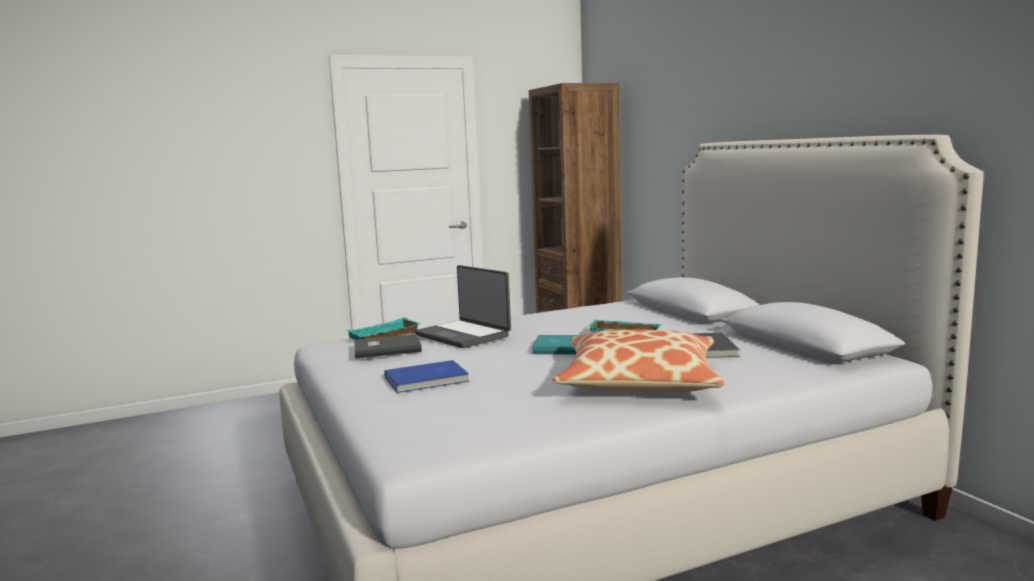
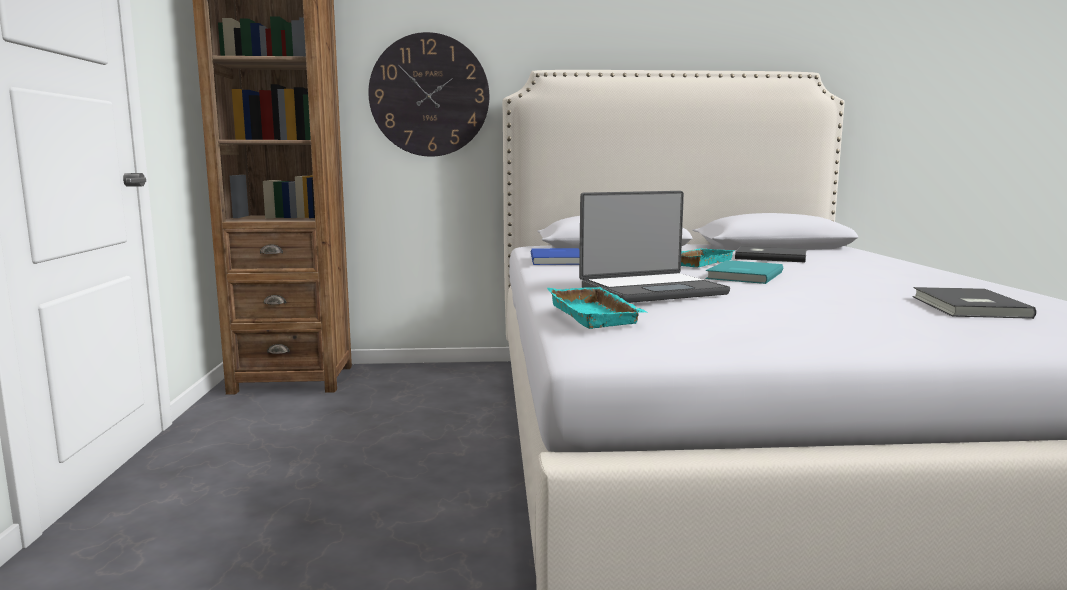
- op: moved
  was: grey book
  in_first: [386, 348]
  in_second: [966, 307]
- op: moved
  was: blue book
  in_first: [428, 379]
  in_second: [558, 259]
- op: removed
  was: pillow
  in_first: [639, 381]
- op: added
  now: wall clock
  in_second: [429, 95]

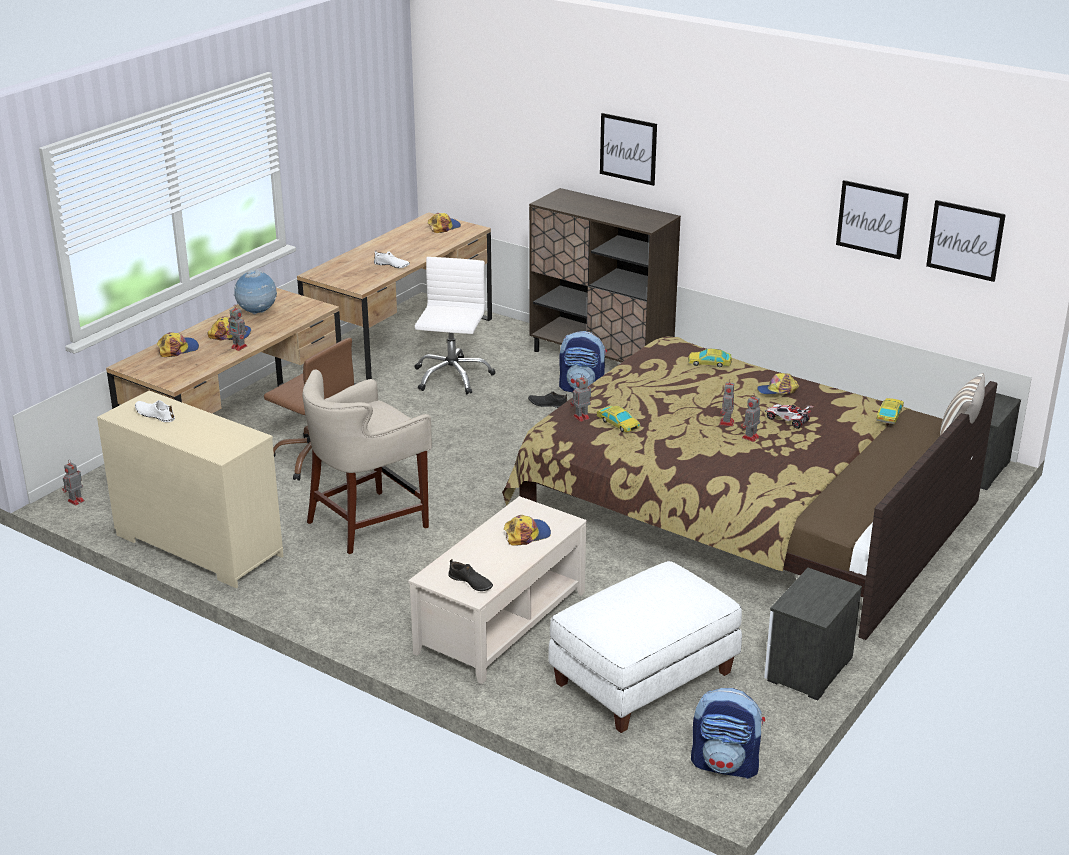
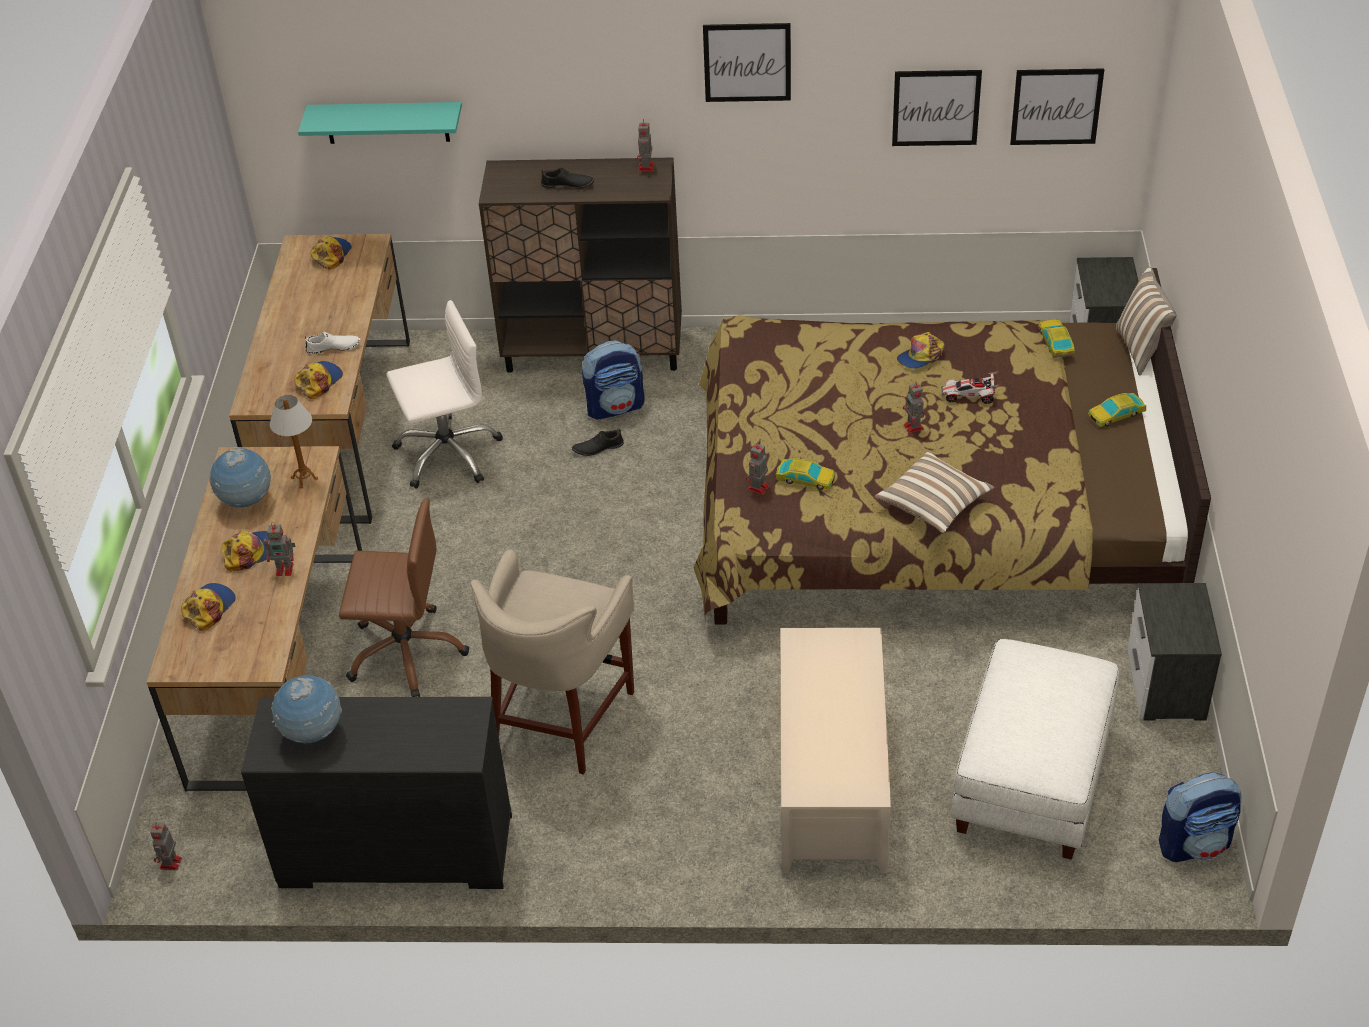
- op: recoloured
  was: beige dresser
  now: black dresser
  in_first: [197, 546]
  in_second: [396, 853]
- op: replaced
  was: white shoe
  now: globe
  in_first: [155, 415]
  in_second: [313, 733]
- op: turned
  was: white office chair
  in_first: [452, 376]
  in_second: [448, 453]
  clockwise: 90
- op: moved
  was: black shoe
  in_first: [470, 583]
  in_second: [567, 185]
- op: moved
  was: cap
  in_first: [527, 534]
  in_second: [318, 381]
- op: moved
  was: picture
  in_first: [628, 148]
  in_second: [747, 62]
- op: moved
  was: toy car
  in_first: [709, 363]
  in_second: [1116, 414]
- op: moved
  was: toy robot
  in_first: [750, 438]
  in_second: [646, 168]
- op: added
  now: table lamp
  in_second: [304, 479]
- op: added
  now: turquoise shelf
  in_second: [387, 122]
- op: added
  now: pillow
  in_second: [933, 504]

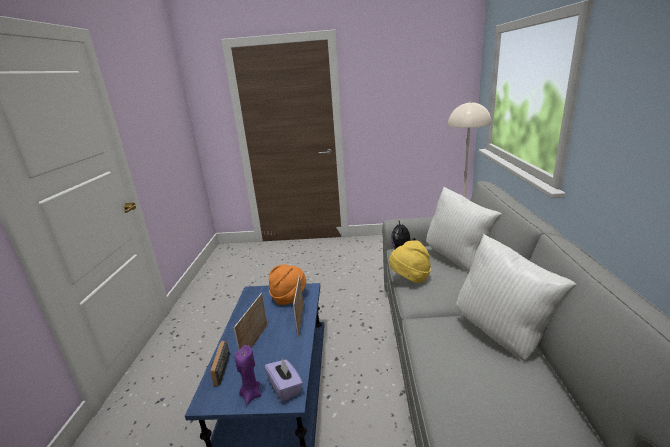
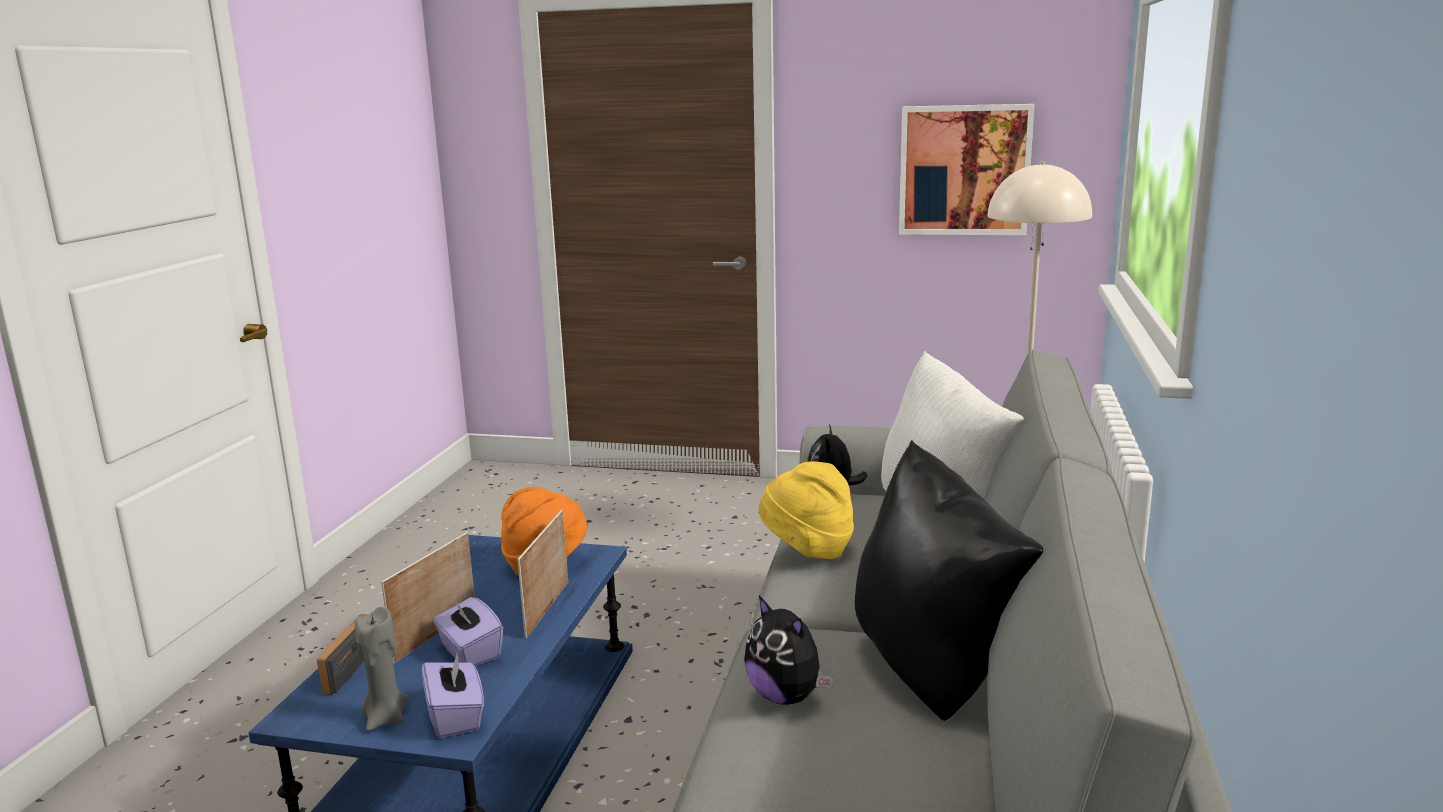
- op: recoloured
  was: purple candle
  now: grey candle
  in_first: [251, 394]
  in_second: [385, 718]
- op: recoloured
  was: white pillow
  now: black pillow
  in_first: [503, 334]
  in_second: [936, 673]
- op: added
  now: purple tissue box
  in_second: [470, 652]
- op: added
  now: plush toy
  in_second: [786, 696]
- op: added
  now: picture
  in_second: [964, 170]

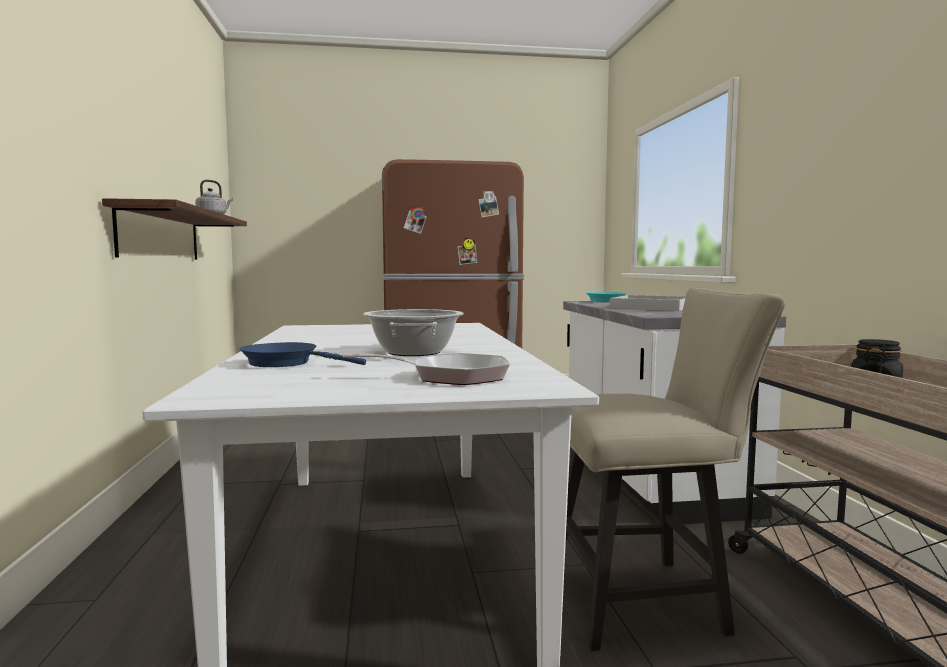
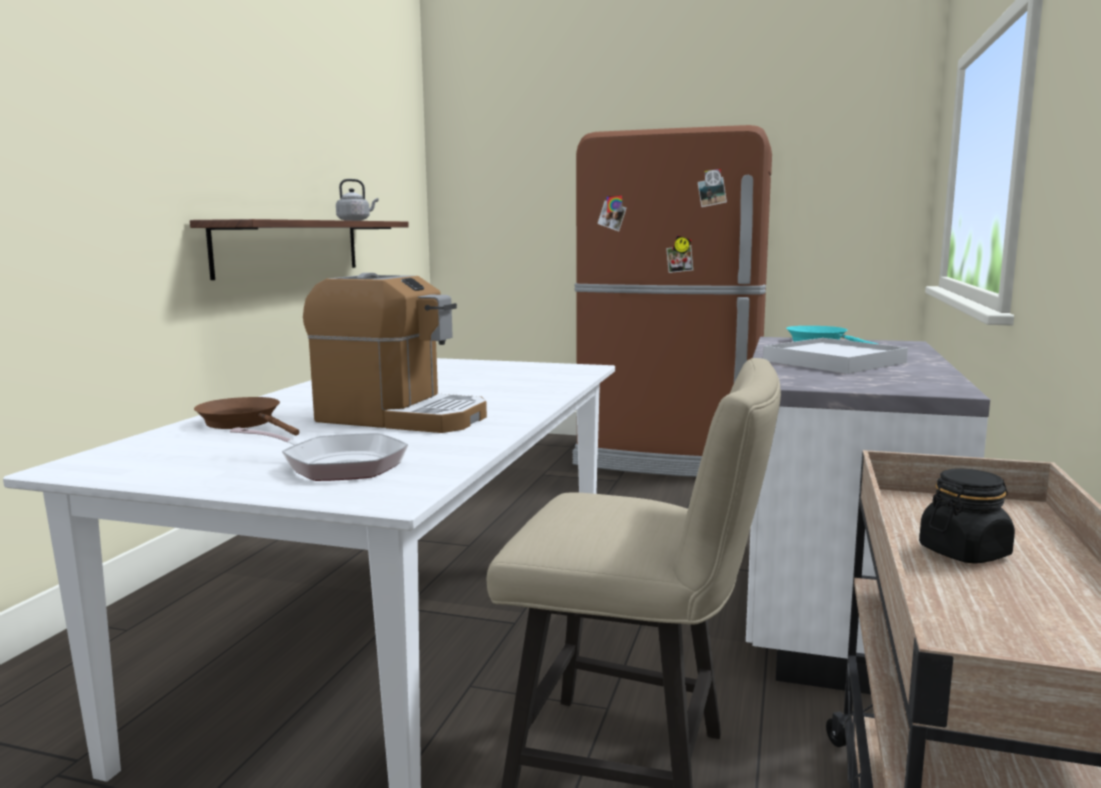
- op: recoloured
  was: blue frying pan
  now: brown frying pan
  in_first: [286, 363]
  in_second: [244, 423]
- op: replaced
  was: cooking pot
  now: coffee machine
  in_first: [413, 352]
  in_second: [401, 417]

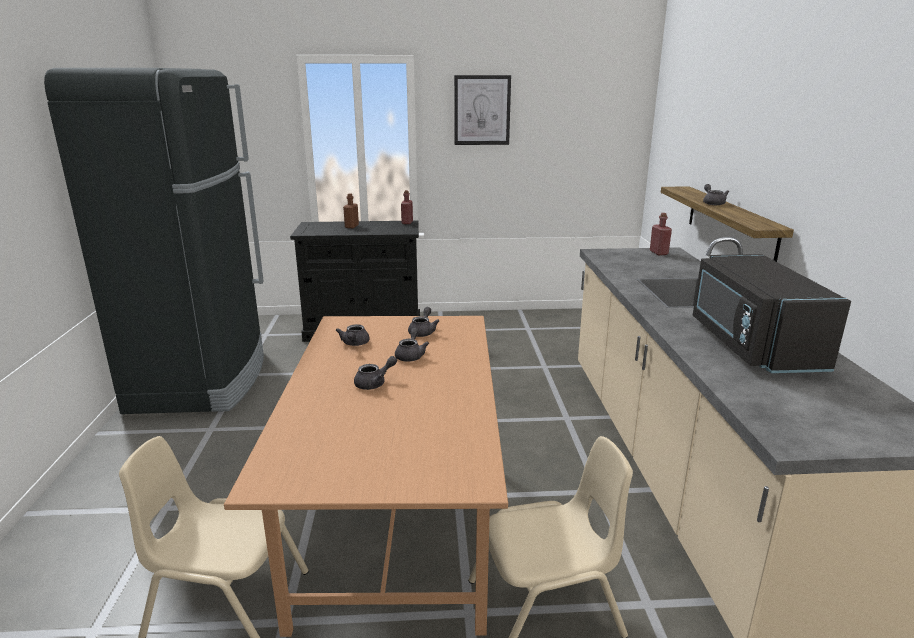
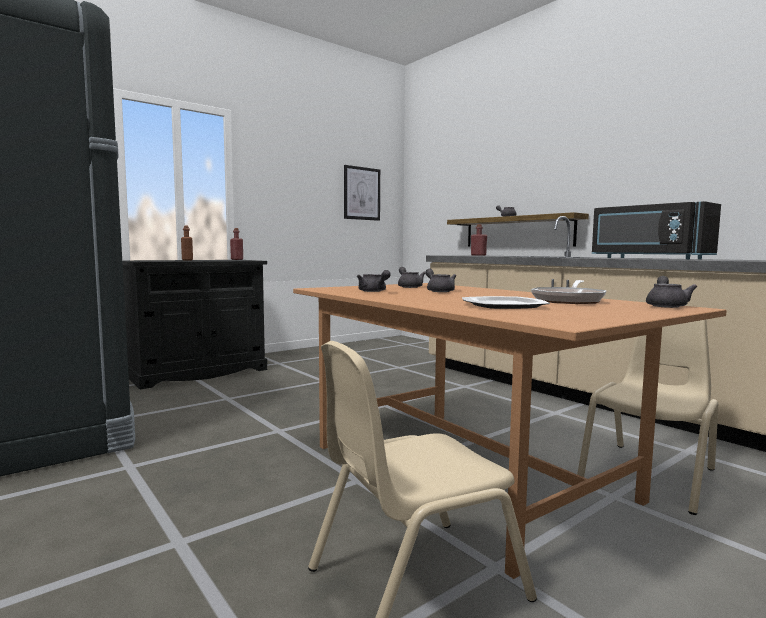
- op: moved
  was: grey teapot
  in_first: [374, 383]
  in_second: [666, 305]
- op: moved
  was: picture
  in_first: [482, 110]
  in_second: [361, 193]
- op: added
  now: plate
  in_second: [504, 305]
- op: added
  now: frying pan
  in_second: [569, 300]

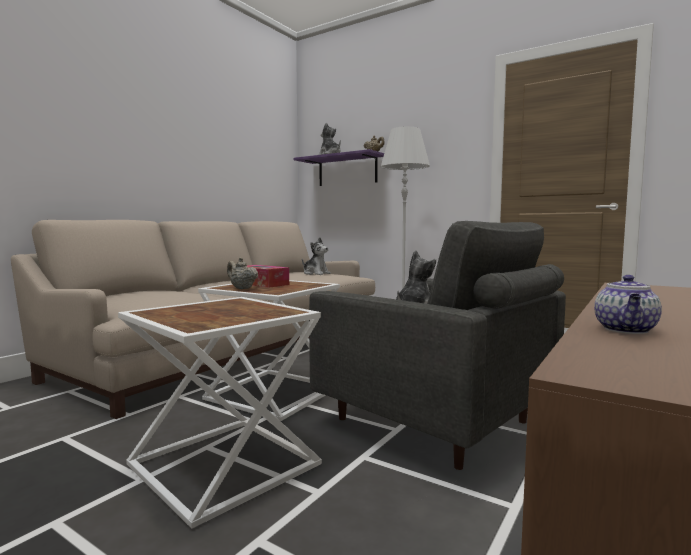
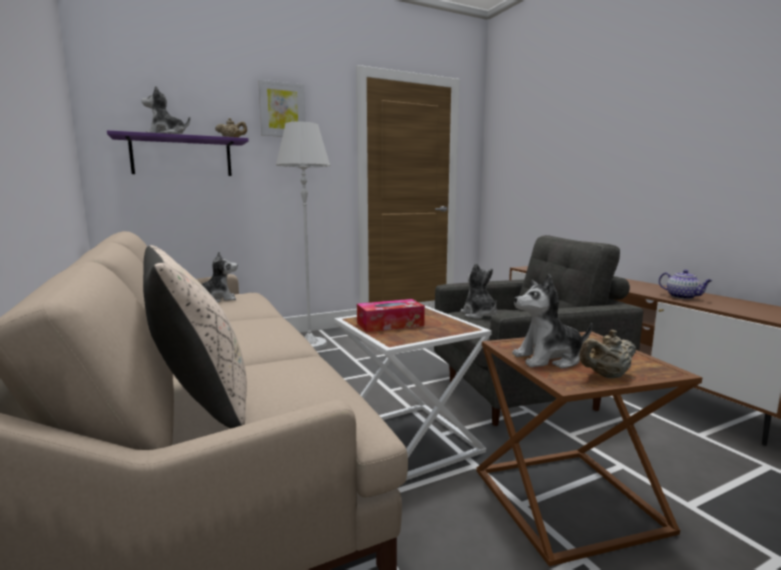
- op: recoloured
  was: white side table
  now: brown side table
  in_first: [220, 465]
  in_second: [566, 503]
- op: moved
  was: beige teapot
  in_first: [241, 288]
  in_second: [606, 376]
- op: added
  now: beige pillow
  in_second: [202, 402]
- op: added
  now: picture
  in_second: [282, 110]
- op: added
  now: plush toy
  in_second: [549, 359]

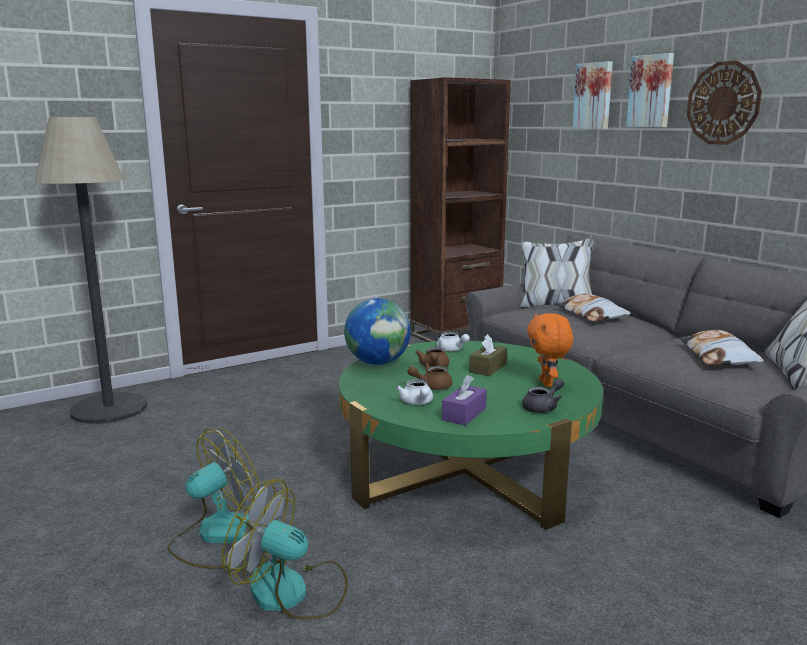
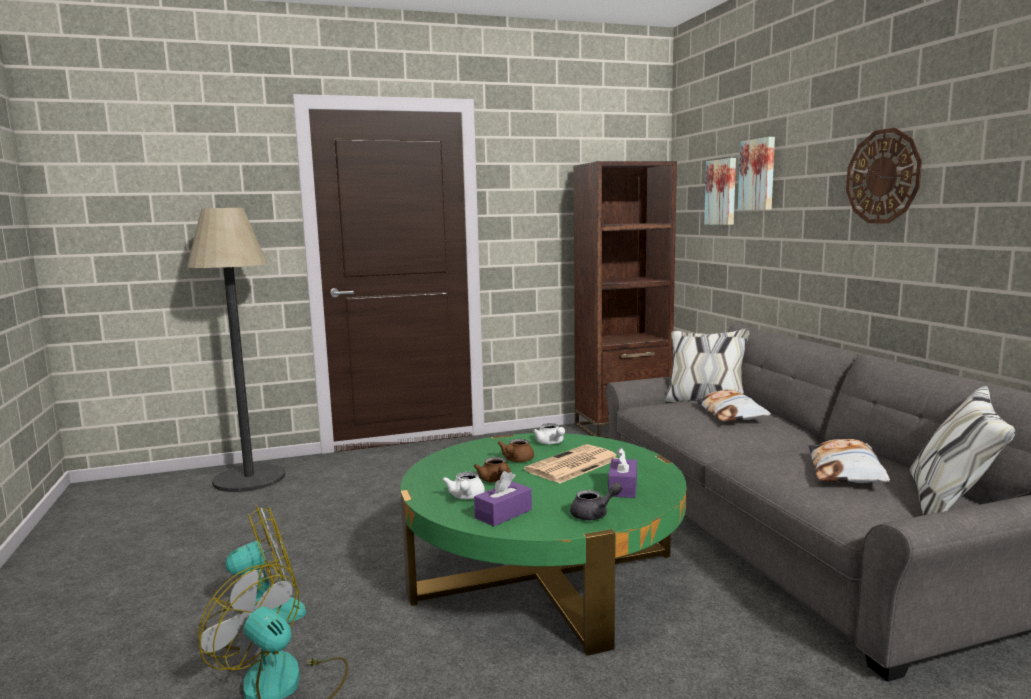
- op: removed
  was: globe
  in_first: [378, 363]
- op: turned
  was: brown teapot
  in_first: [431, 386]
  in_second: [496, 481]
  clockwise: -105
- op: replaced
  was: brown tissue box
  now: newspaper
  in_first: [488, 368]
  in_second: [572, 465]
- op: replaced
  was: orange plush toy
  now: purple tissue box
  in_first: [547, 383]
  in_second: [623, 487]
- op: moved
  was: picture
  in_first: [651, 91]
  in_second: [722, 192]

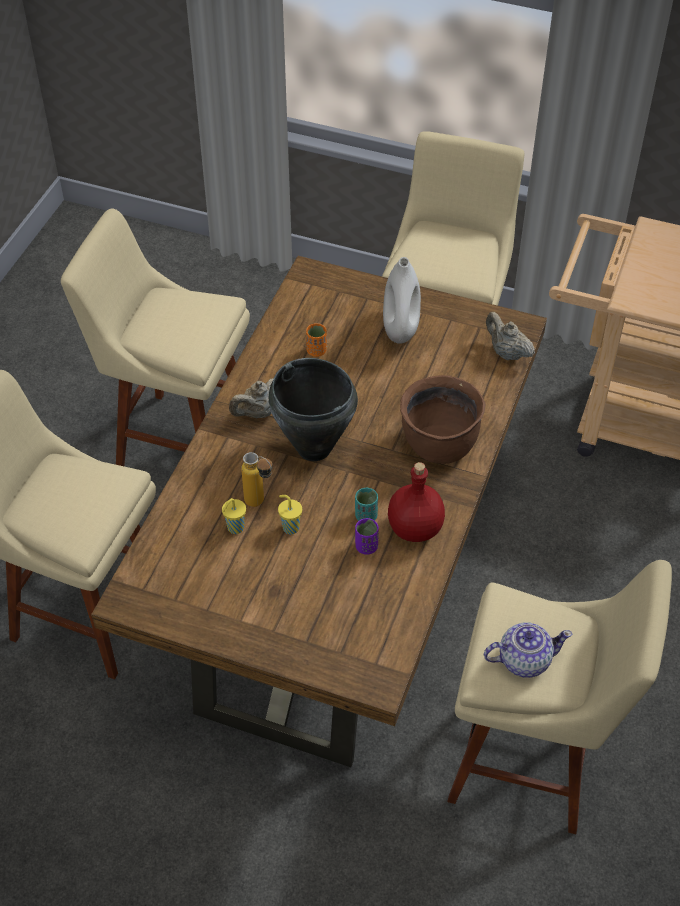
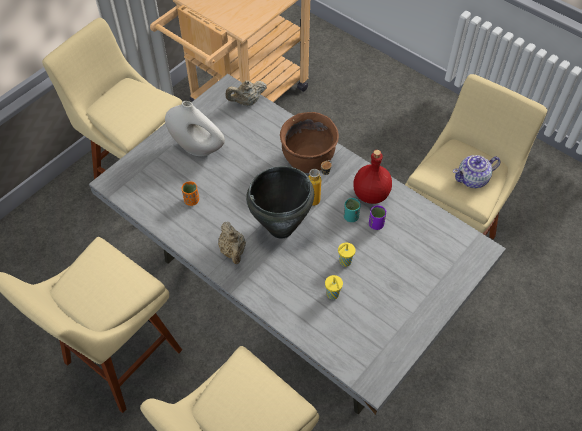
- op: recoloured
  was: brown dining table
  now: grey dining table
  in_first: [339, 583]
  in_second: [289, 296]
- op: moved
  was: bottle
  in_first: [260, 504]
  in_second: [318, 198]
- op: turned
  was: teapot
  in_first: [523, 660]
  in_second: [473, 179]
  clockwise: -120

